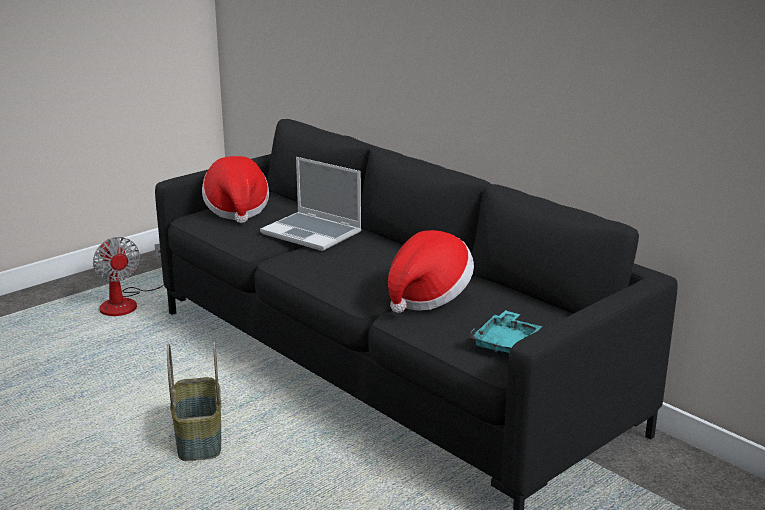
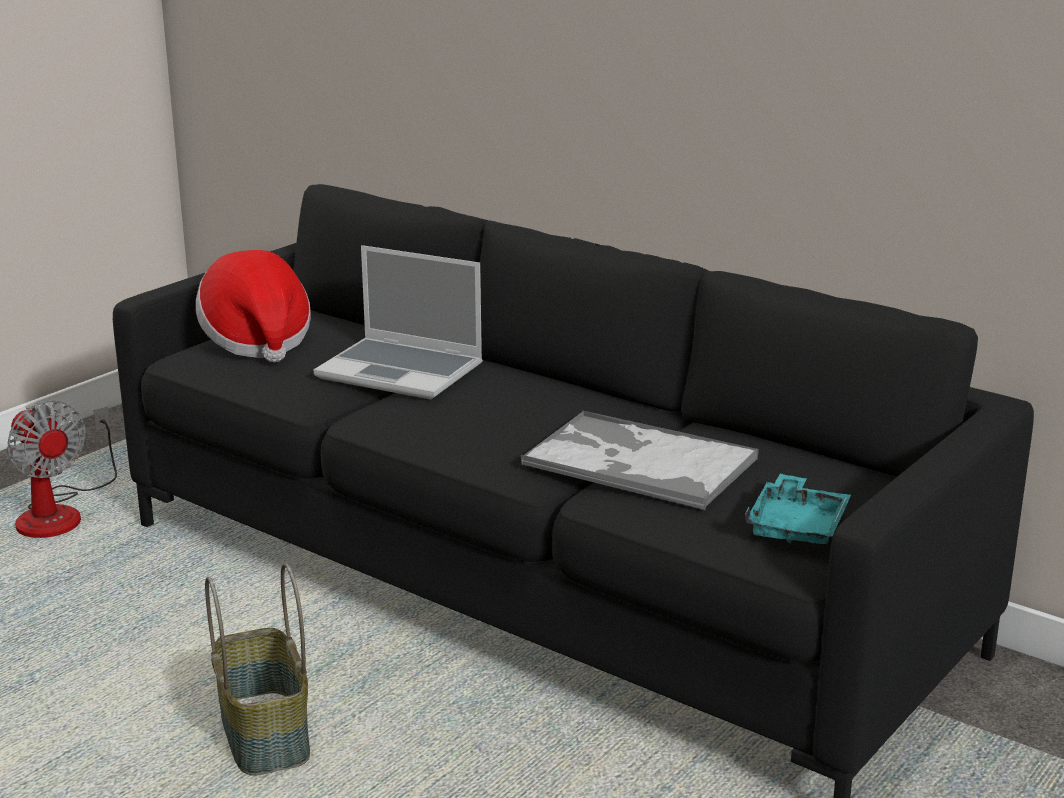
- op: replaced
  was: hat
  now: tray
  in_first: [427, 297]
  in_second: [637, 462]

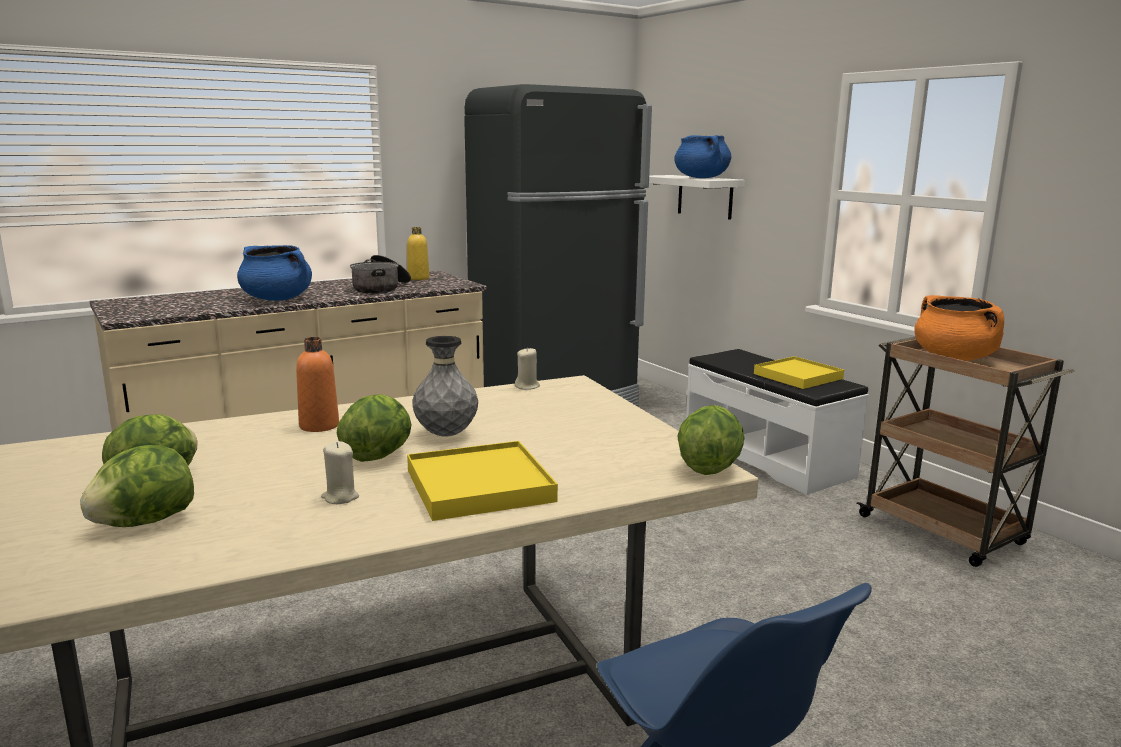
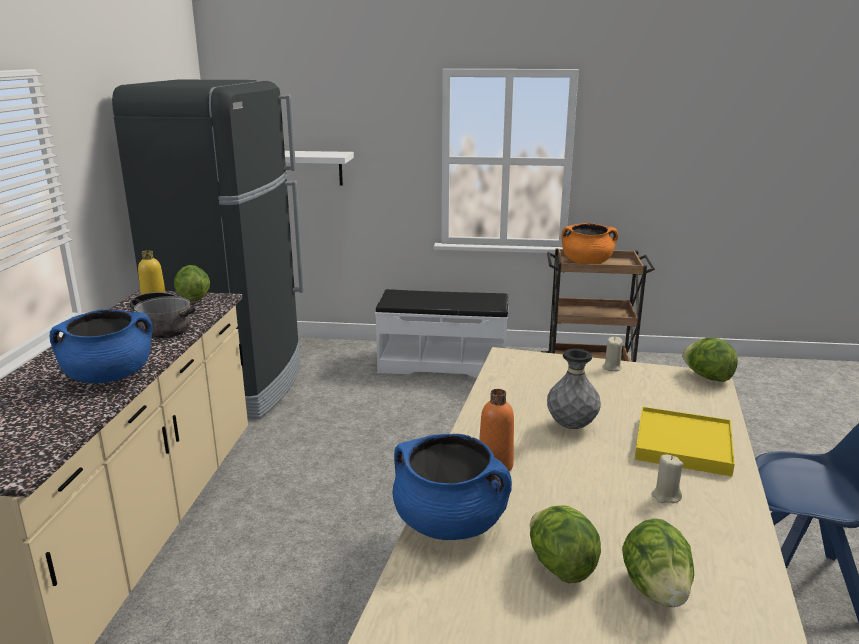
- op: moved
  was: lettuce
  in_first: [378, 455]
  in_second: [193, 298]
- op: moved
  was: beige candle
  in_first: [527, 386]
  in_second: [611, 367]
- op: moved
  was: blue cooking pot
  in_first: [701, 178]
  in_second: [450, 523]
- op: removed
  was: yellow tray
  in_first: [798, 376]

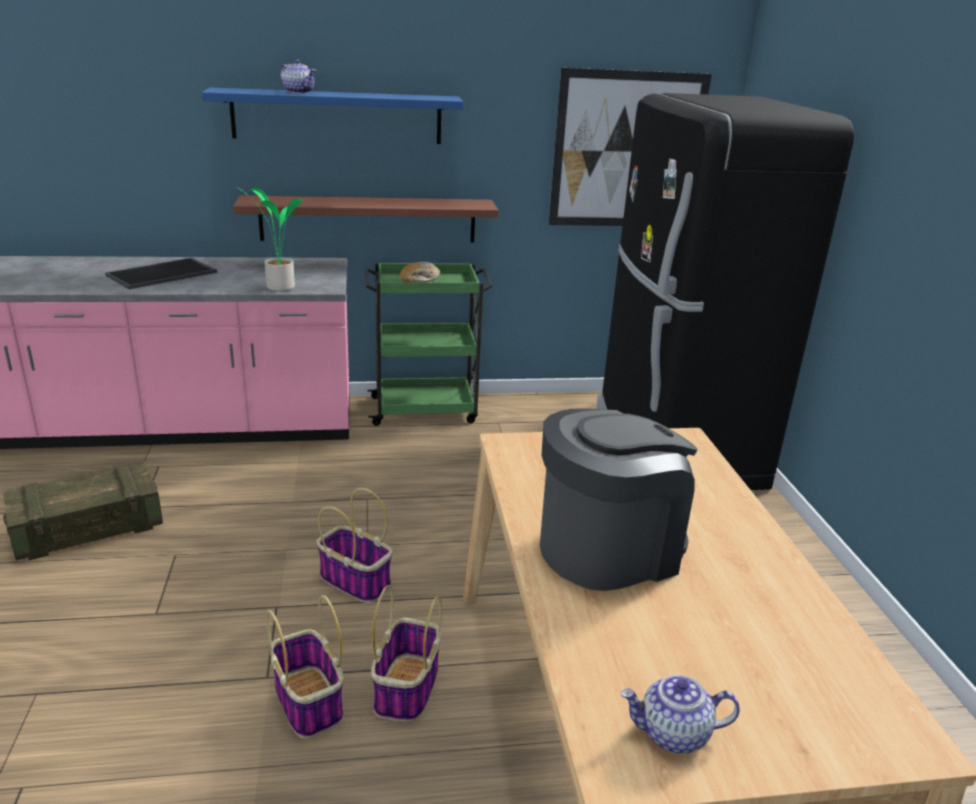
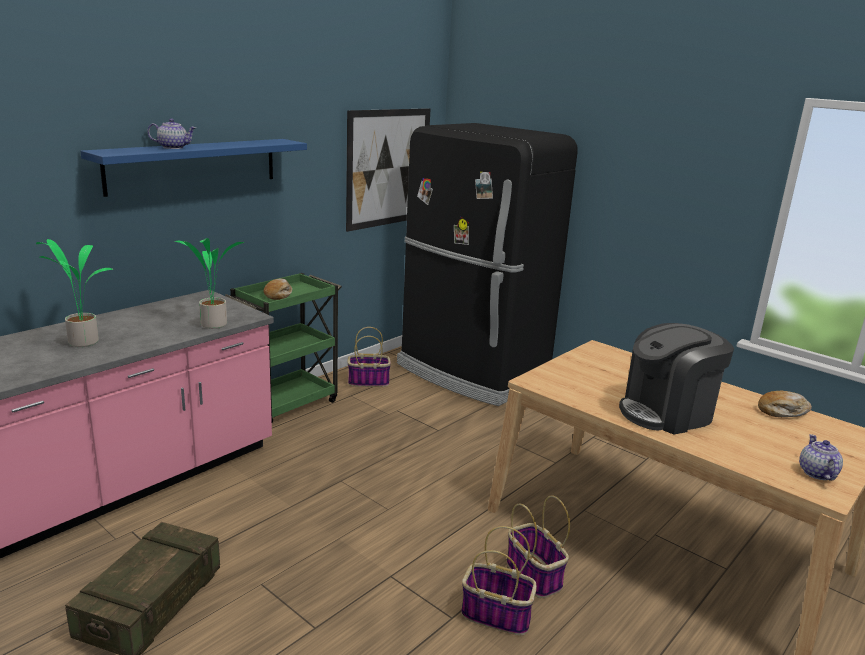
- op: replaced
  was: tray
  now: potted plant
  in_first: [162, 274]
  in_second: [83, 342]
- op: removed
  was: shelf
  in_first: [368, 219]
- op: moved
  was: basket
  in_first: [356, 581]
  in_second: [369, 382]
- op: turned
  was: coffee machine
  in_first: [608, 548]
  in_second: [667, 413]
  clockwise: -135
- op: turned
  was: teapot
  in_first: [673, 734]
  in_second: [816, 473]
  clockwise: 135
- op: added
  now: bread
  in_second: [782, 411]

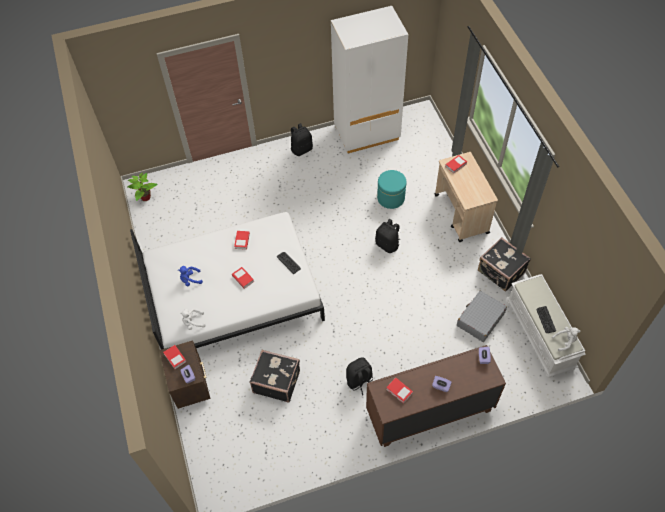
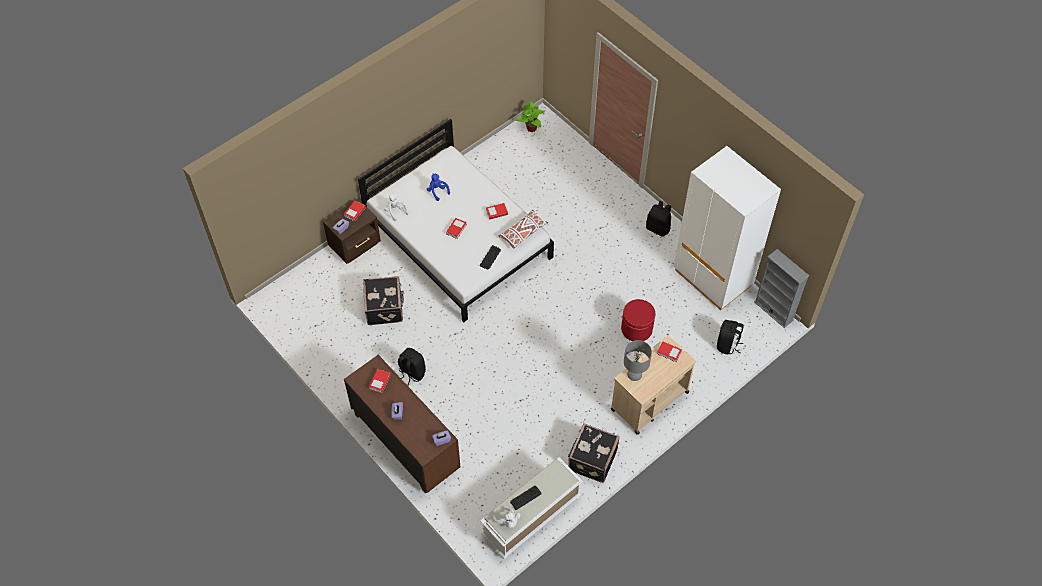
- op: moved
  was: black backpack
  in_first: [387, 244]
  in_second: [727, 345]
- op: recoloured
  was: turquoise ottoman
  now: red ottoman
  in_first: [391, 198]
  in_second: [636, 329]
- op: removed
  was: grey suitcase
  in_first: [480, 319]
- op: added
  now: white pillow
  in_second: [523, 232]
- op: added
  now: grey table lamp
  in_second: [635, 374]
- op: added
  now: grey bookcase
  in_second: [773, 311]

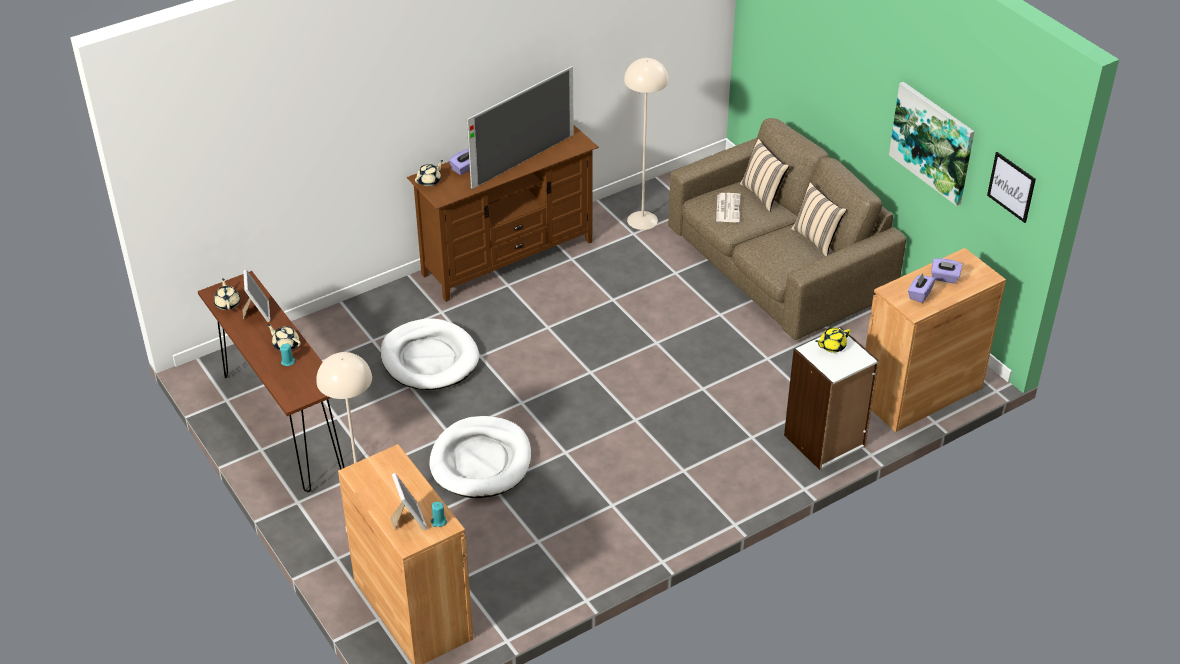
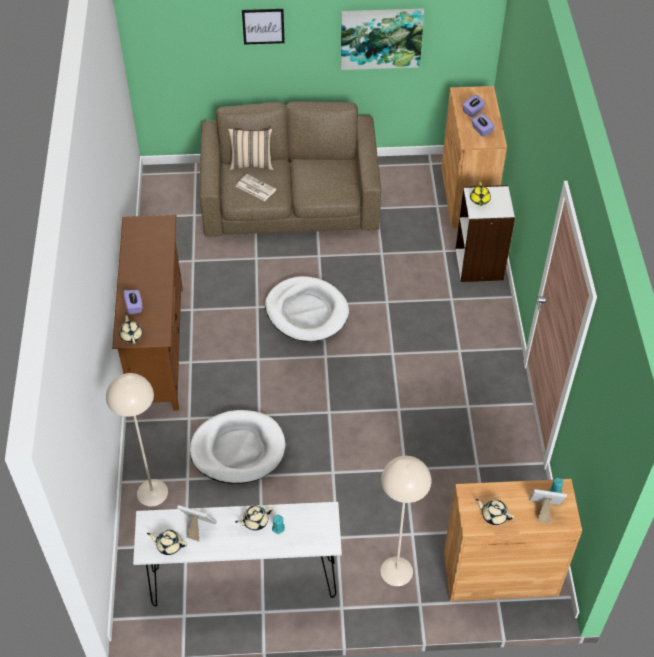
- op: recoloured
  was: brown console table
  now: white console table
  in_first: [283, 424]
  in_second: [244, 583]
- op: moved
  was: white dog bed
  in_first: [481, 461]
  in_second: [307, 311]
- op: removed
  was: television
  in_first: [523, 161]
- op: moved
  was: beige floor lamp
  in_first: [642, 220]
  in_second: [152, 492]
- op: removed
  was: beige pillow
  in_first: [816, 239]
- op: moved
  was: picture
  in_first: [1011, 187]
  in_second: [263, 26]
- op: added
  now: beige teapot
  in_second: [493, 515]

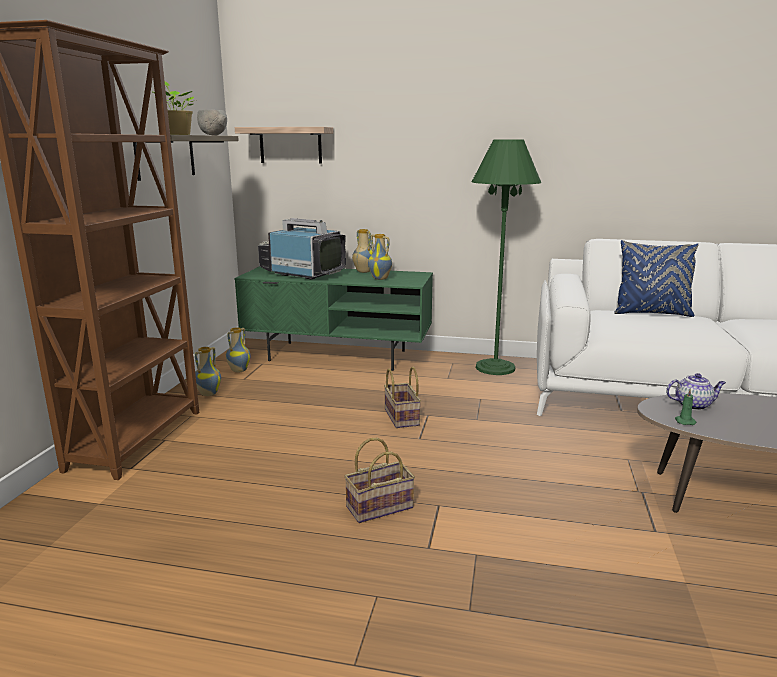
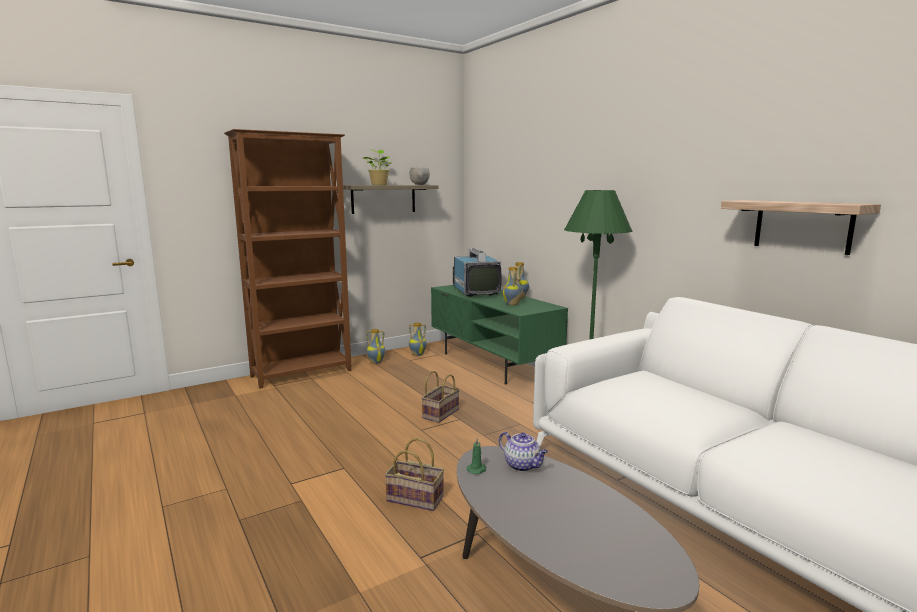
- op: moved
  was: shelf
  in_first: [290, 145]
  in_second: [802, 226]
- op: moved
  was: basket
  in_first: [380, 506]
  in_second: [416, 498]
- op: removed
  was: blue pillow
  in_first: [651, 313]

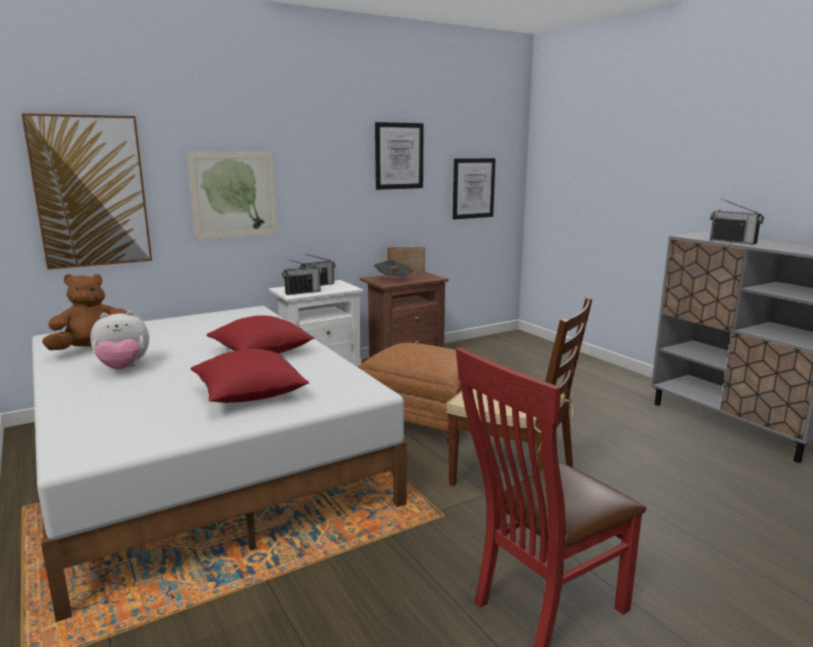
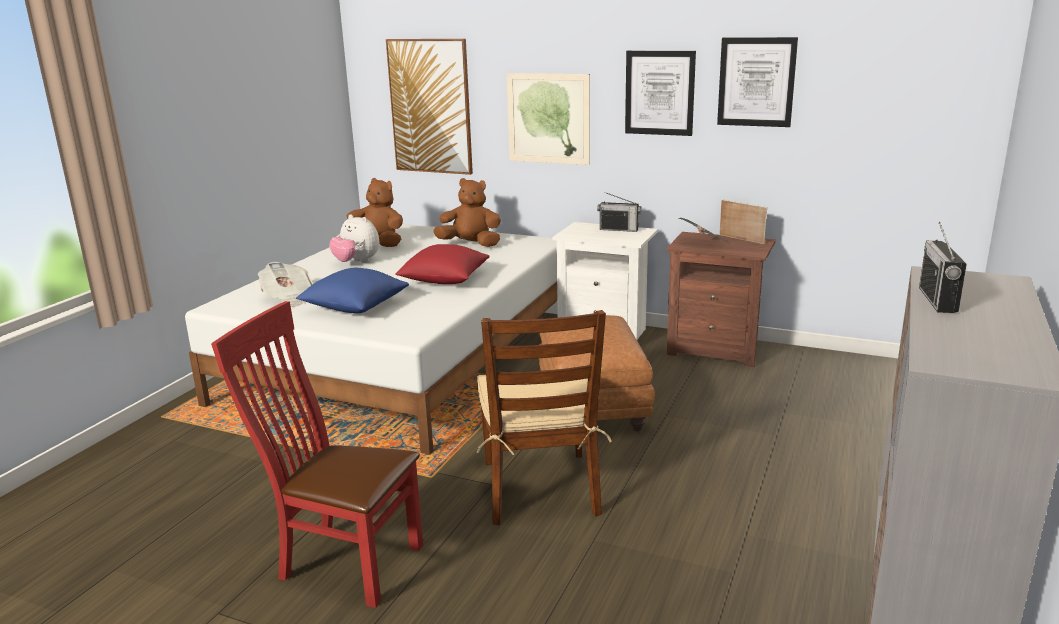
- op: recoloured
  was: red pillow
  now: blue pillow
  in_first: [249, 395]
  in_second: [355, 307]
- op: removed
  was: radio
  in_first: [302, 292]
- op: moved
  was: picture
  in_first: [473, 188]
  in_second: [659, 93]
- op: added
  now: newspaper
  in_second: [289, 298]
- op: added
  now: brown plush toy
  in_second: [470, 244]

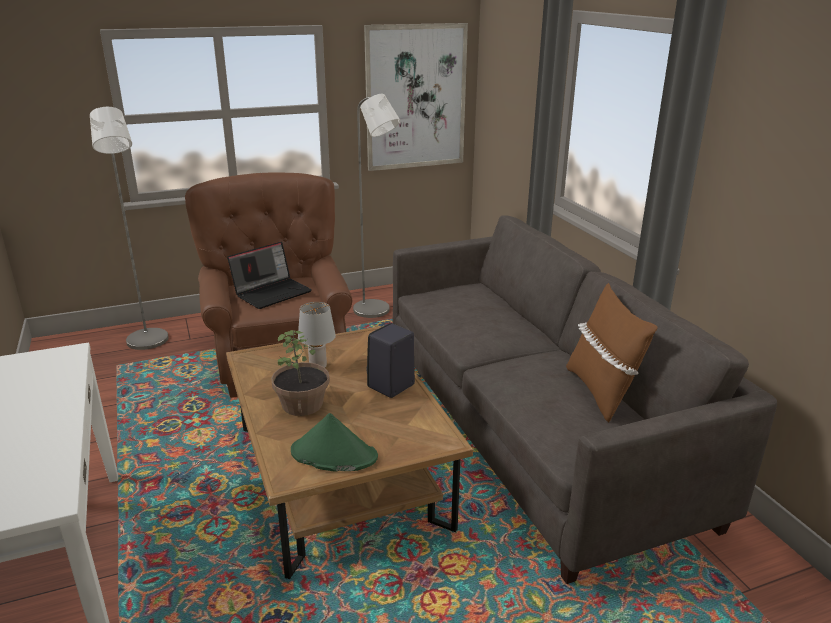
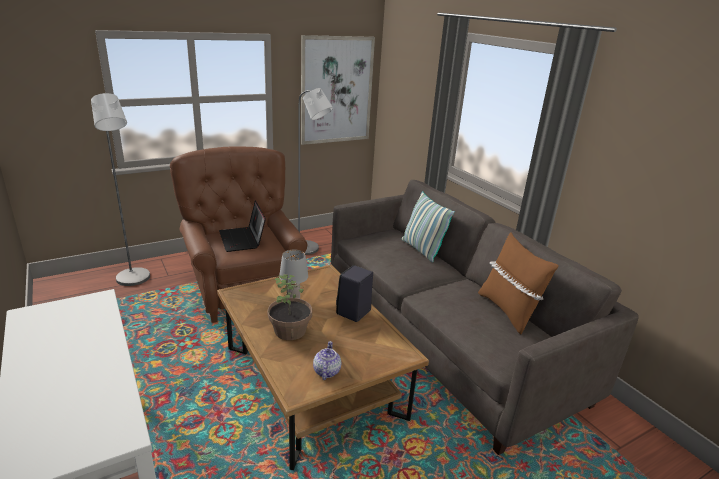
- op: turned
  was: laptop
  in_first: [272, 292]
  in_second: [243, 240]
  clockwise: 120
- op: replaced
  was: green hat
  now: teapot
  in_first: [333, 454]
  in_second: [326, 371]
- op: added
  now: pillow
  in_second: [422, 250]

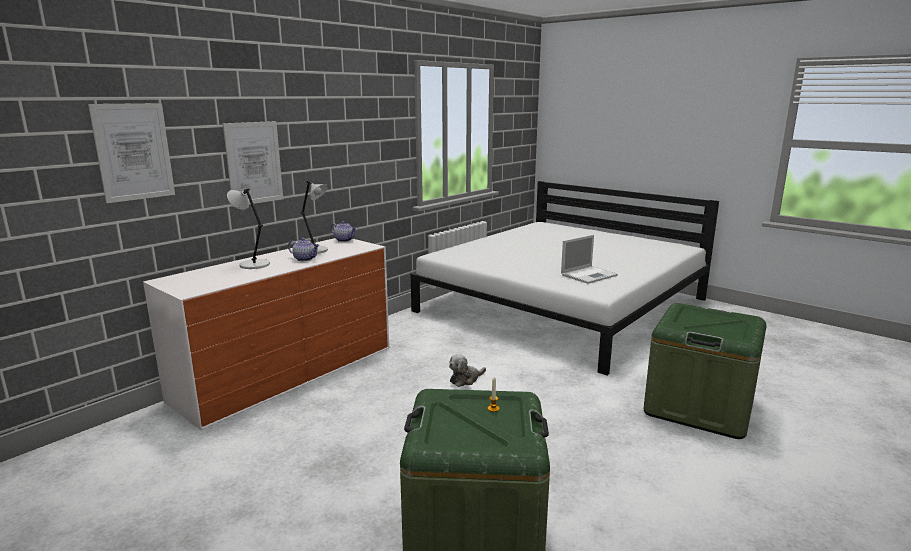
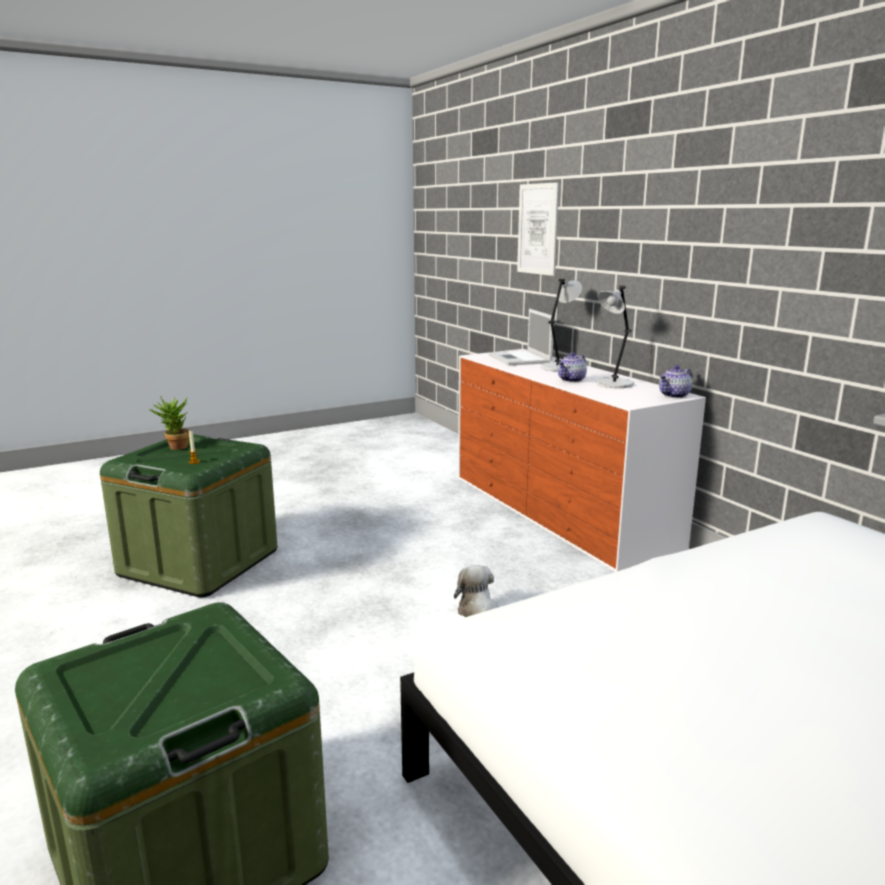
- op: removed
  was: picture
  in_first: [254, 163]
- op: moved
  was: laptop
  in_first: [589, 275]
  in_second: [520, 359]
- op: added
  now: potted plant
  in_second: [175, 448]

